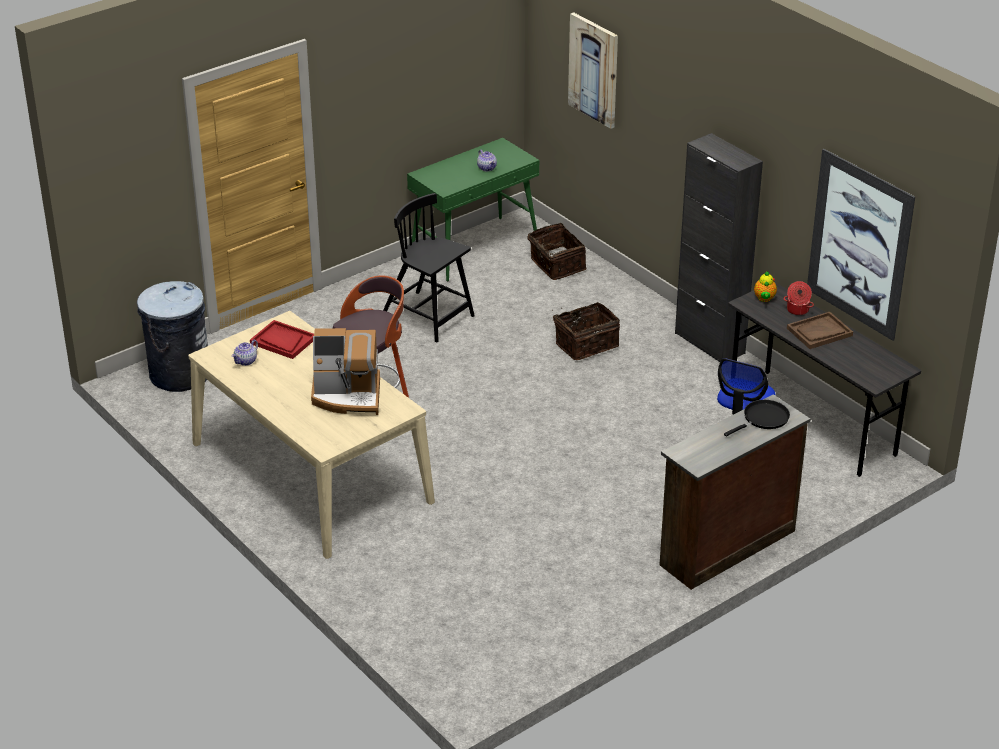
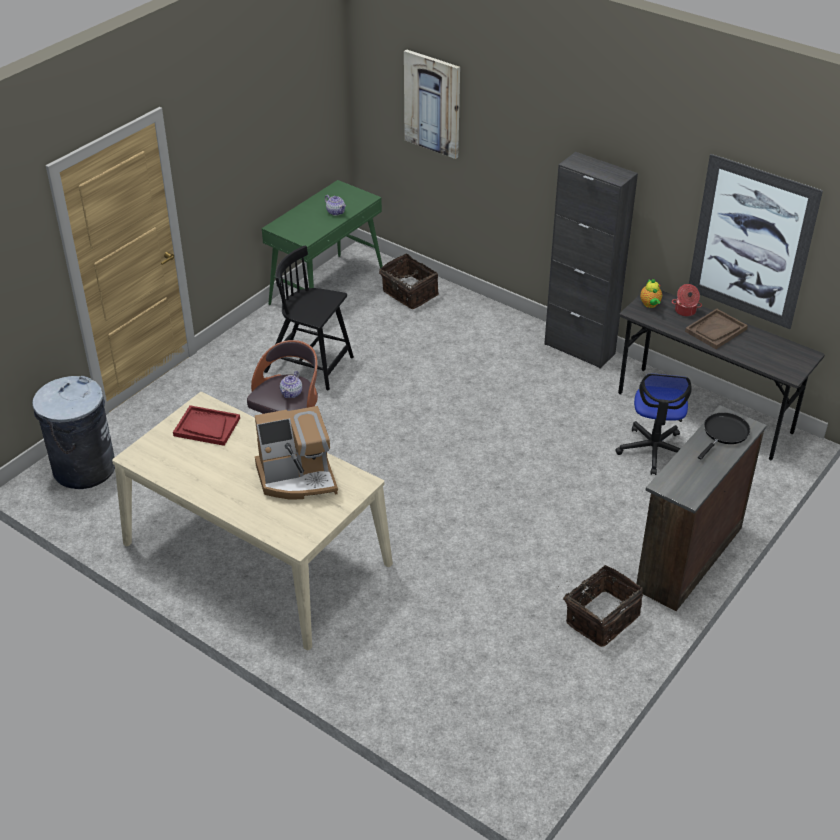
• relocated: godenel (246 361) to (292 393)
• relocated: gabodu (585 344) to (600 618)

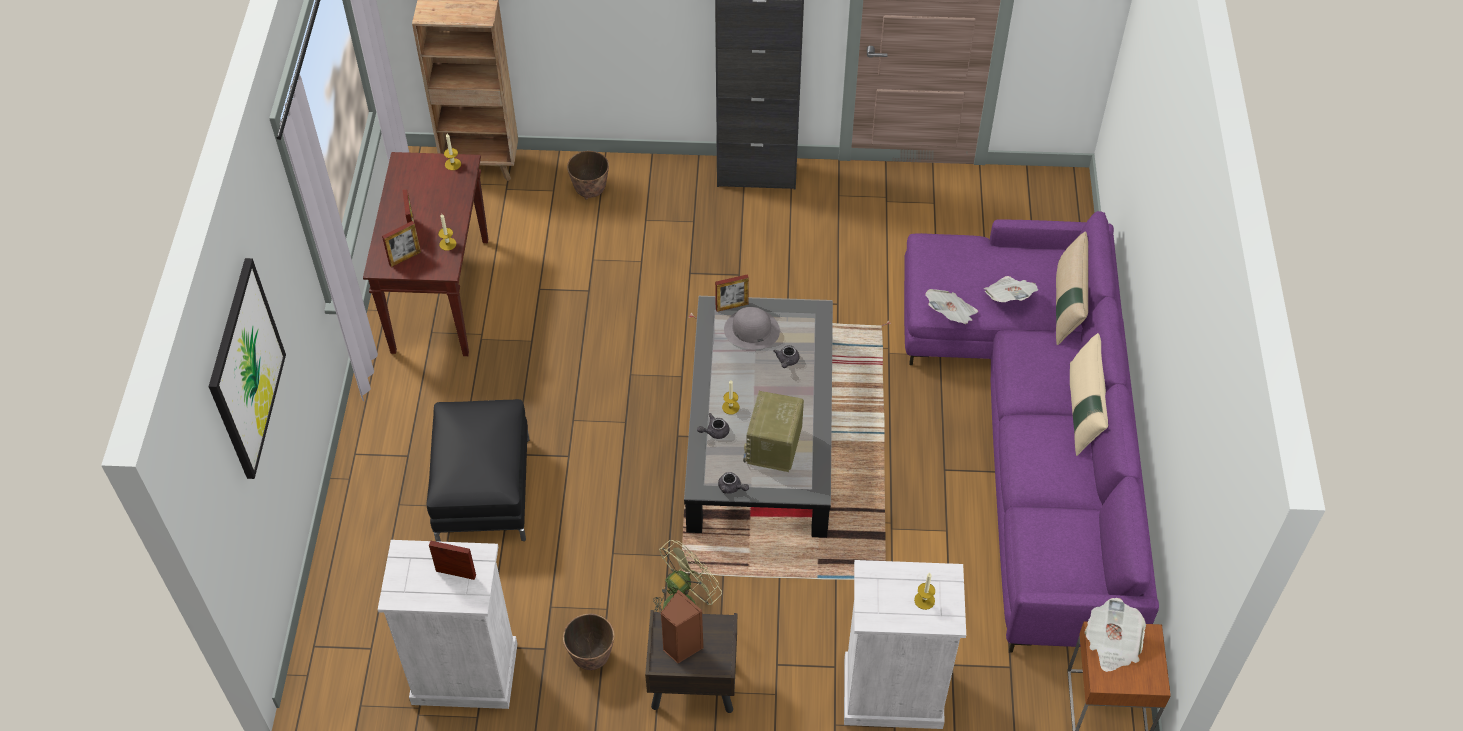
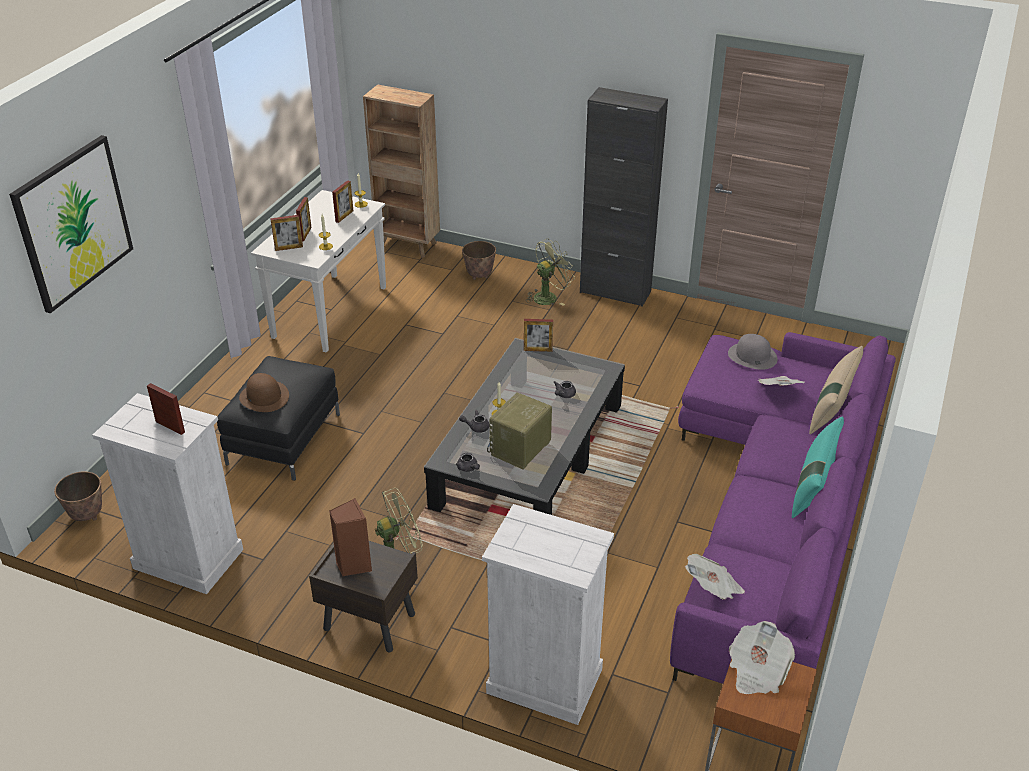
• relocated: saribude (591 658) to (87 515)
• appeared: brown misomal (264 397)
• colour: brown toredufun (440 294) to white toredufun (330 312)
• appeared: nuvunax (344 216)
• appeared: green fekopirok (549 296)
• relocated: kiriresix (951 315) to (713 588)
• relocated: grey misomal (751 330) to (752 356)
• colour: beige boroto (1083 410) to turquoise boroto (813 486)
• missing: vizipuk (924 600)

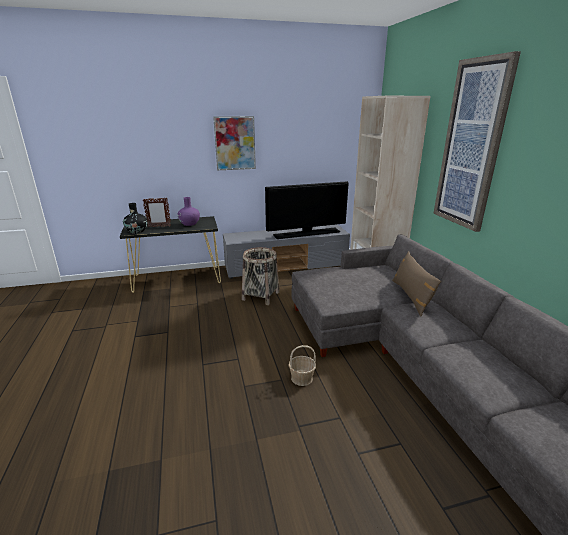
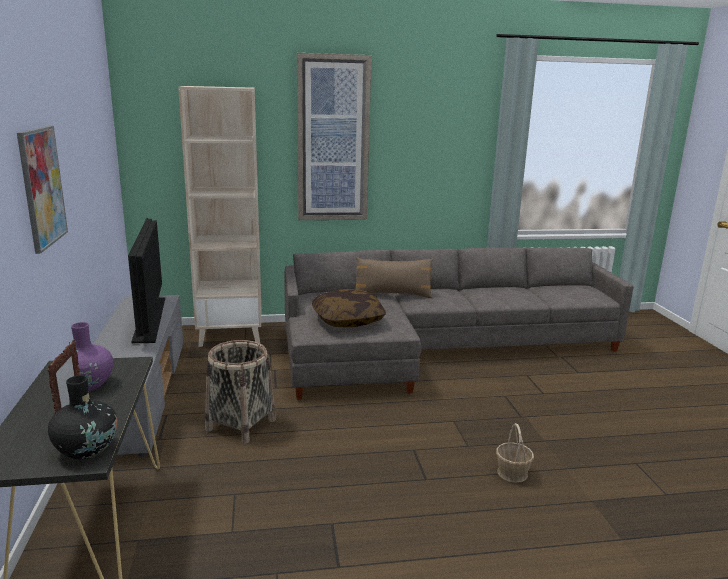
• appeared: boroto (348 320)
• relocated: gabodu (301 378) to (512 473)

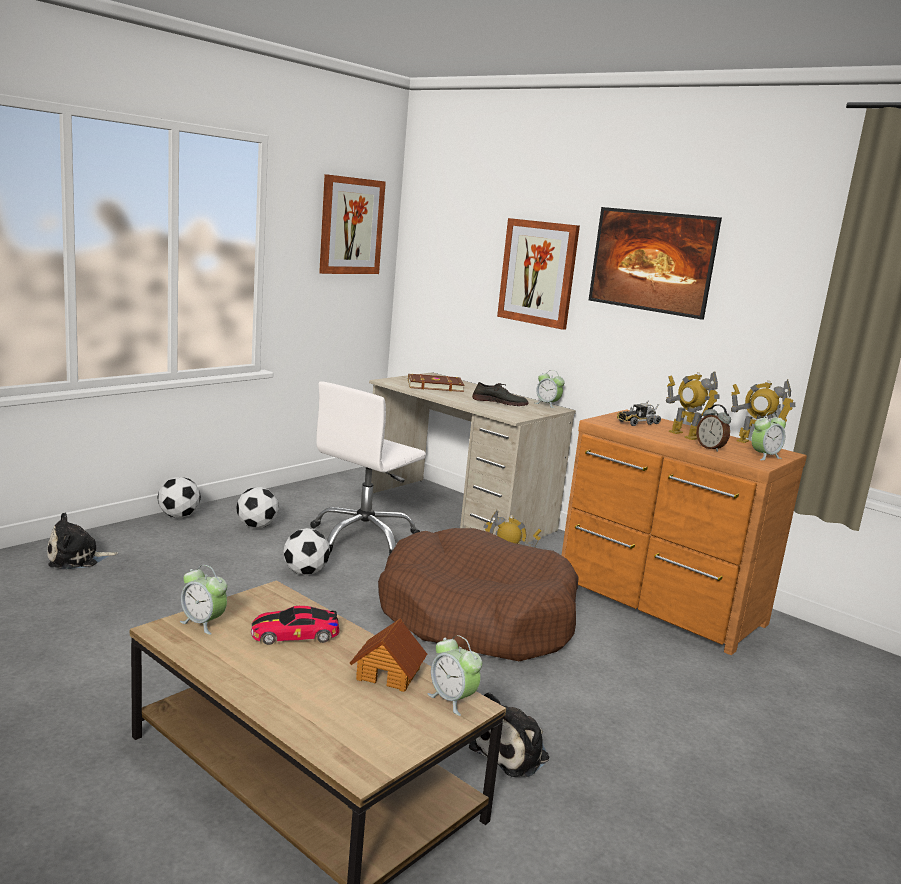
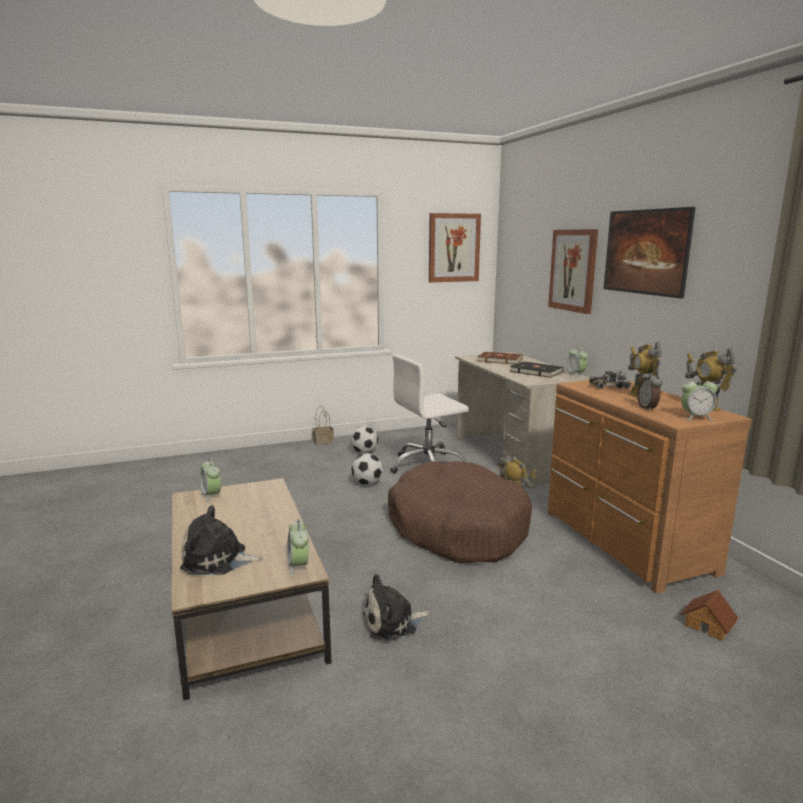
• relocated: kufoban (77 559) to (218 560)
• exchanged: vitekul (179 516) to gabodu (324 442)
• exchanged: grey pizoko (500 402) to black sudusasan (536 372)
• relocated: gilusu (388 673) to (708 625)
• missing: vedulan (295 634)

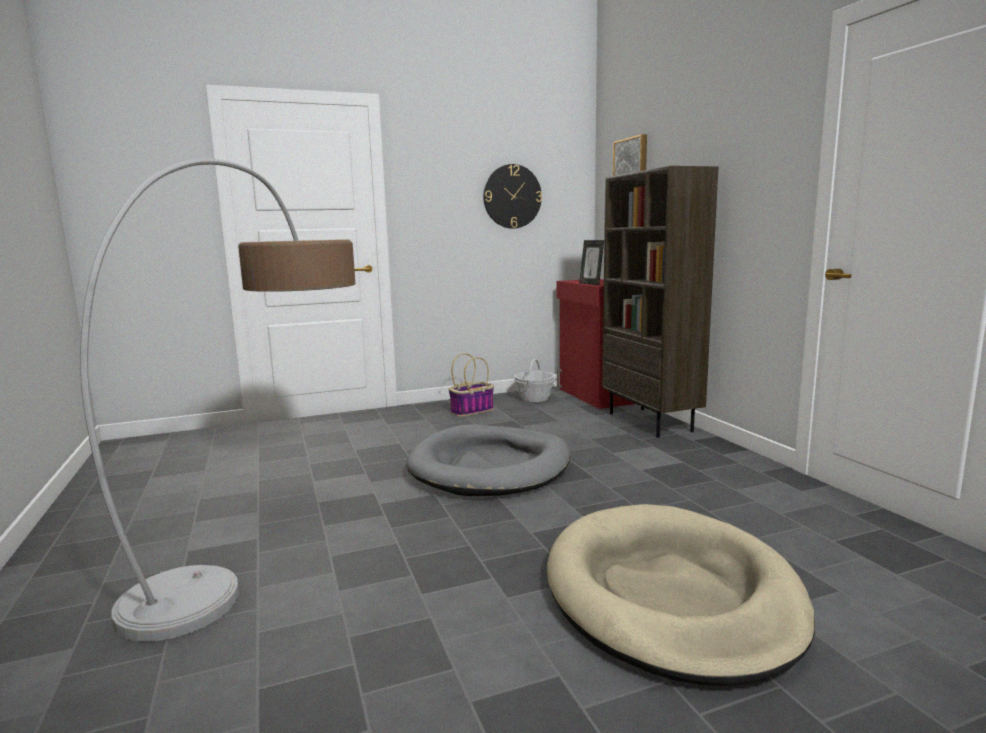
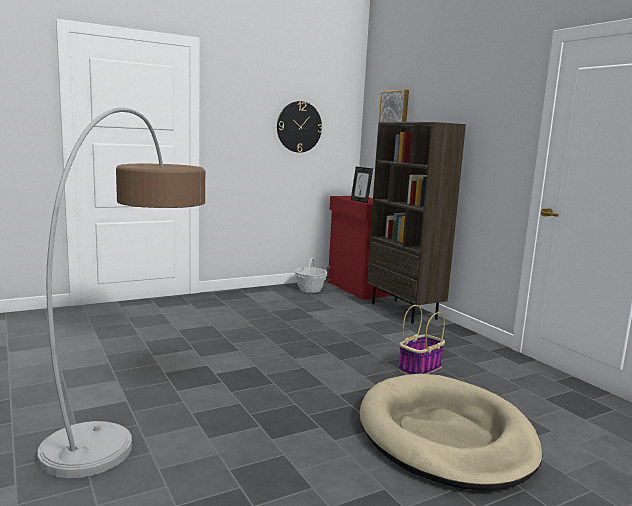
• relocated: gabodu (472 411) to (420 368)
• missing: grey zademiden (490 467)

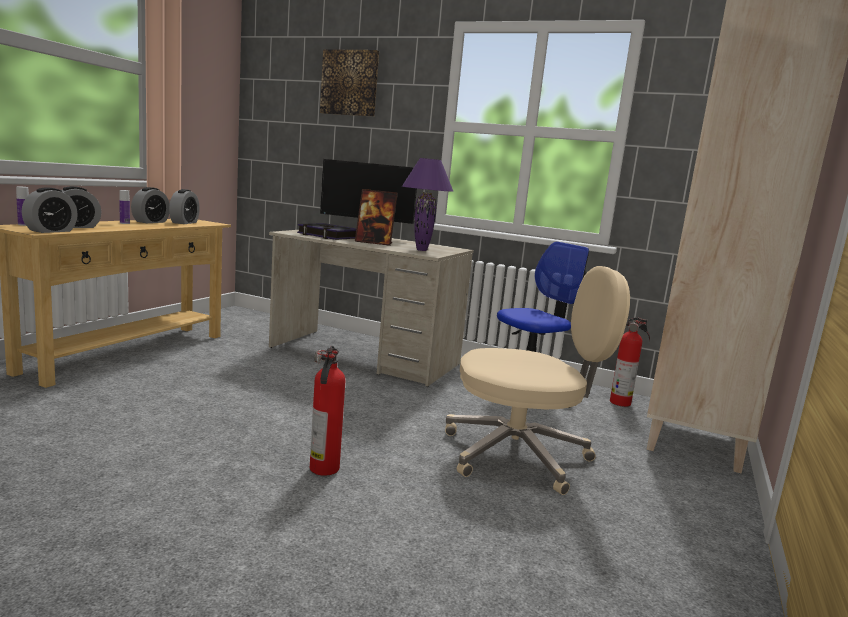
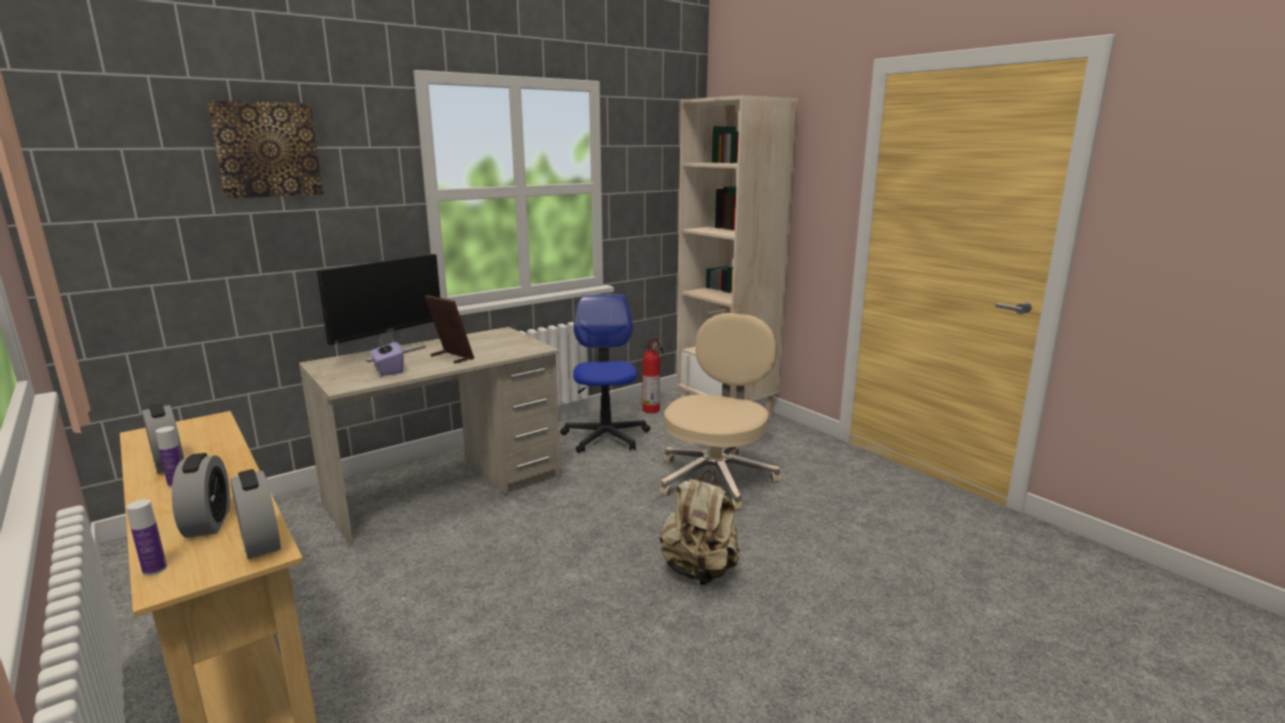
• exchanged: sudusasan (328 236) to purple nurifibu (388 370)
• spun: nuvunax (374 243) = (451 357) 90 degrees counterclockwise
• exchanged: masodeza (323 469) to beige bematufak (700 571)
• missing: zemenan (184 222)
• missing: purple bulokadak (422 250)

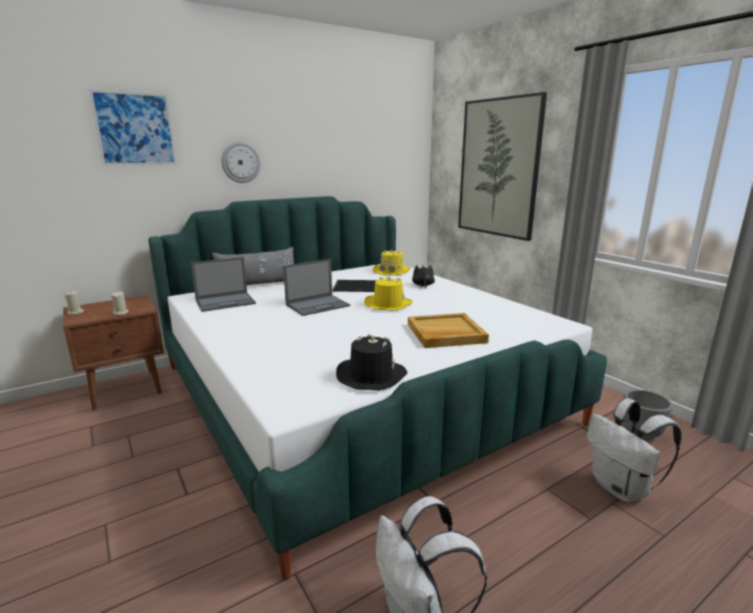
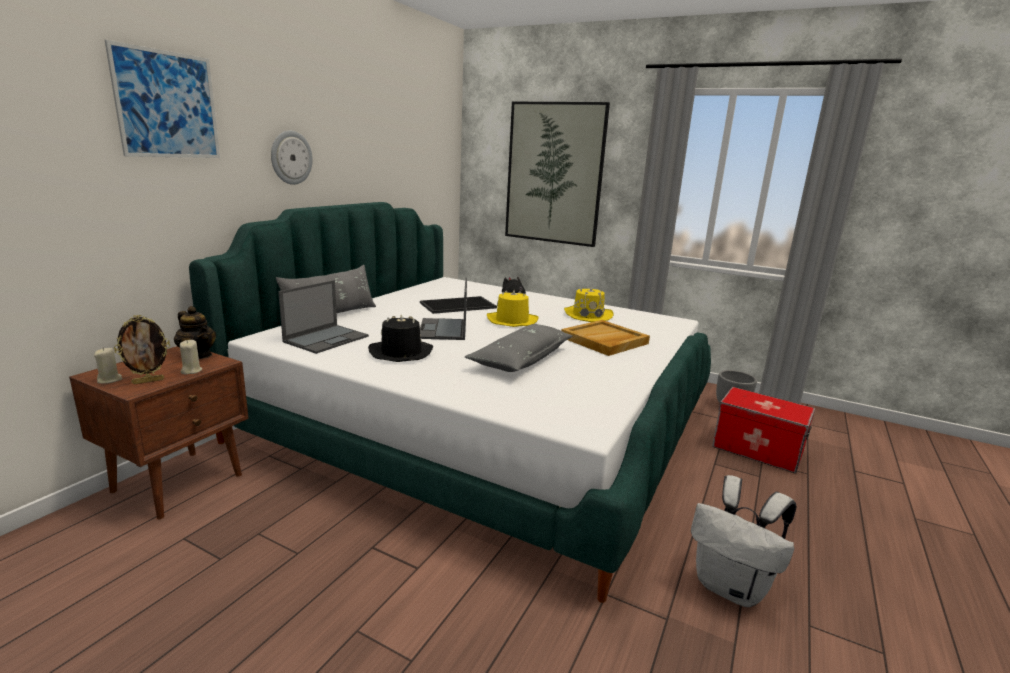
• appeared: nuvunax (148 381)
• appeared: godenel (198 355)
• relocated: black misomal (371 376) to (400 353)
• spun: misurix (318 305) = (443 329) 150 degrees clockwise
• appeared: grey boroto (521 359)
• relocated: yellow misomal (392 271) to (588 315)
• exchanged: white bematufak (621 489) to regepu (757 450)

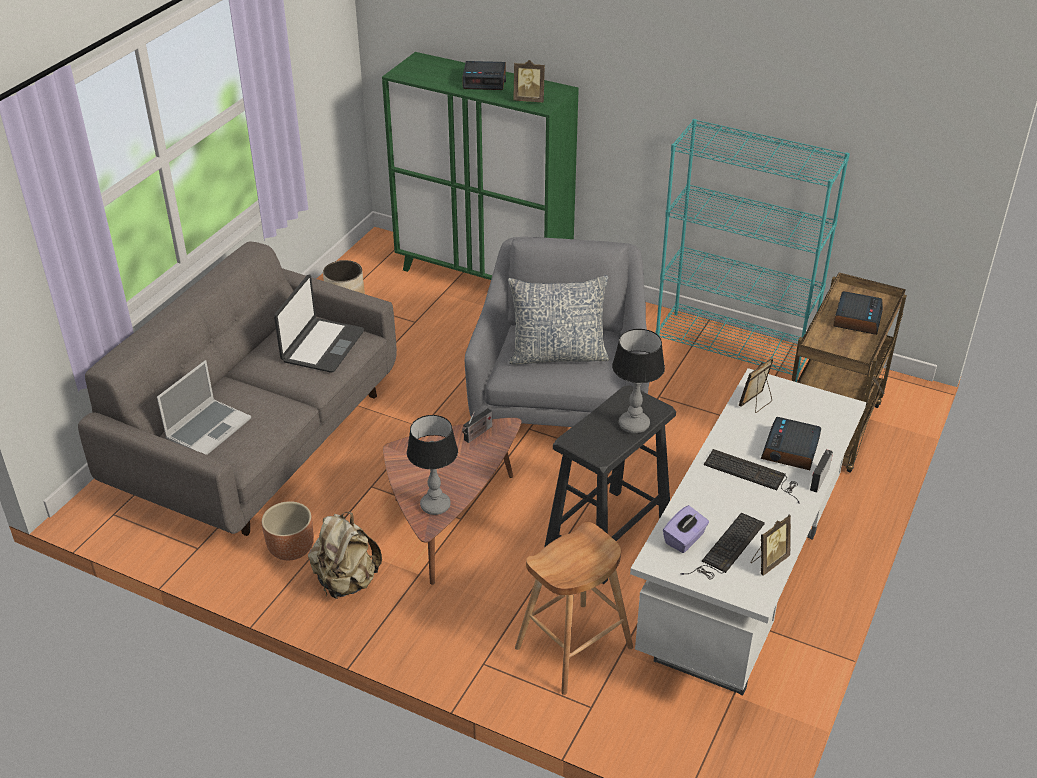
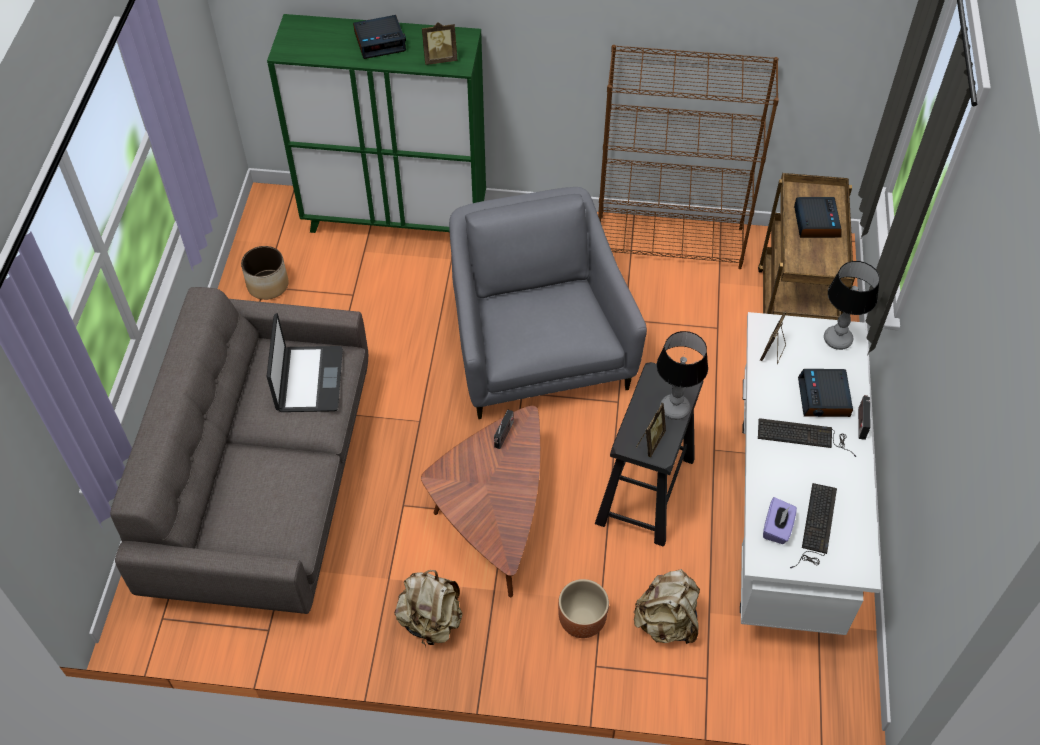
• relocated: brown saribude (292 548) to (582 620)
• colour: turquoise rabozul (734 347) to brown rabozul (670 241)
• exchanged: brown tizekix (574 647) to beige bematufak (666 622)
• relocated: nuvunax (768 561) to (649 441)
• relocated: bulokadak (436 505) to (838 339)
• missing: misurix (208 428)
• missing: boroto (558 355)

